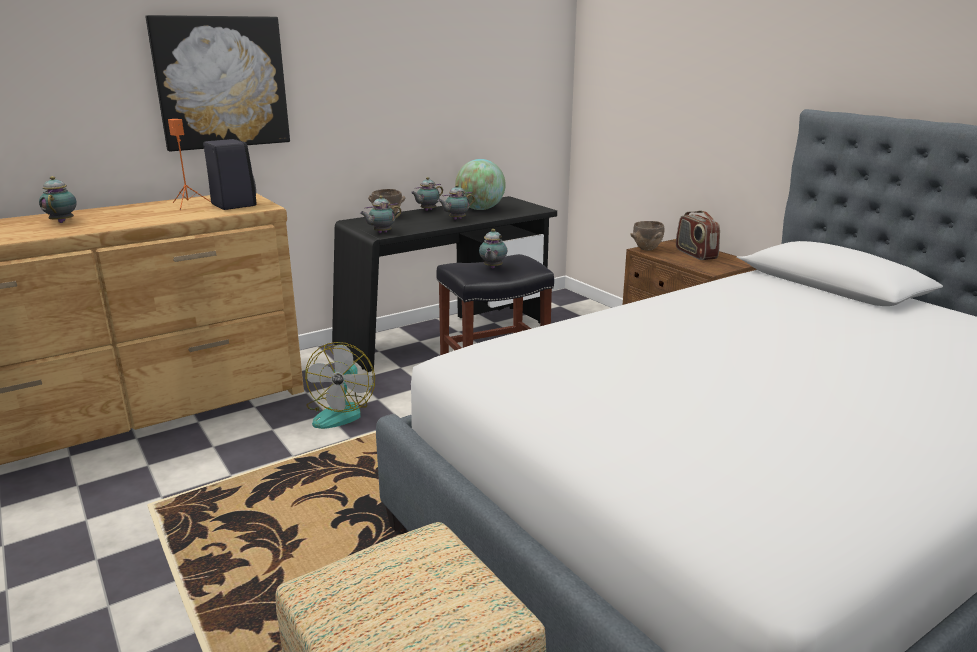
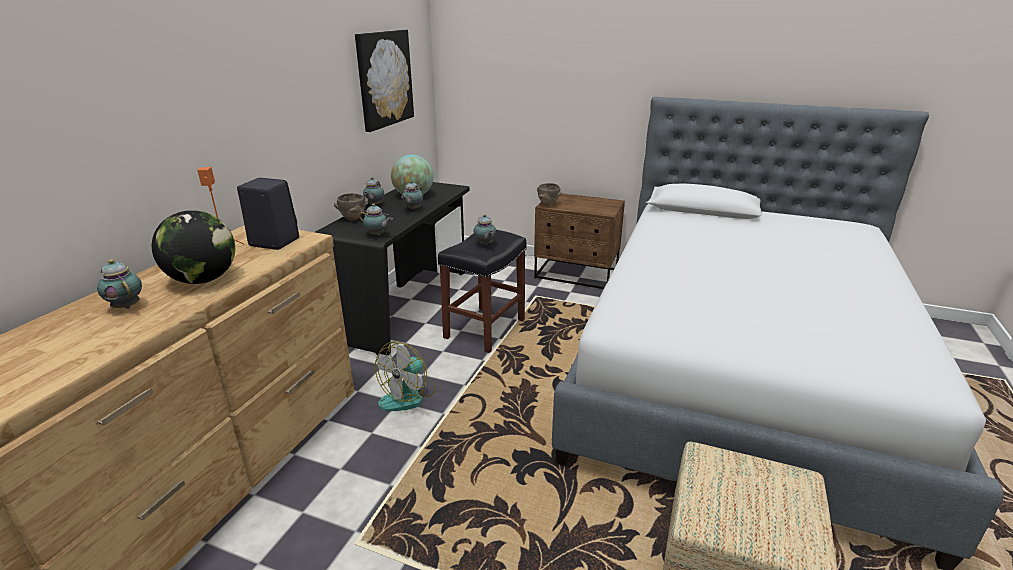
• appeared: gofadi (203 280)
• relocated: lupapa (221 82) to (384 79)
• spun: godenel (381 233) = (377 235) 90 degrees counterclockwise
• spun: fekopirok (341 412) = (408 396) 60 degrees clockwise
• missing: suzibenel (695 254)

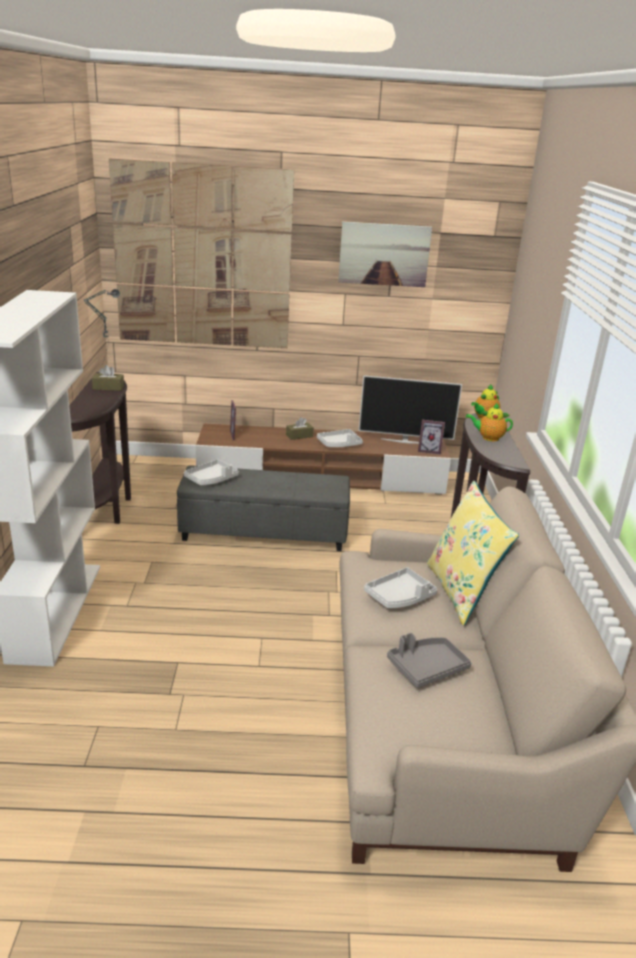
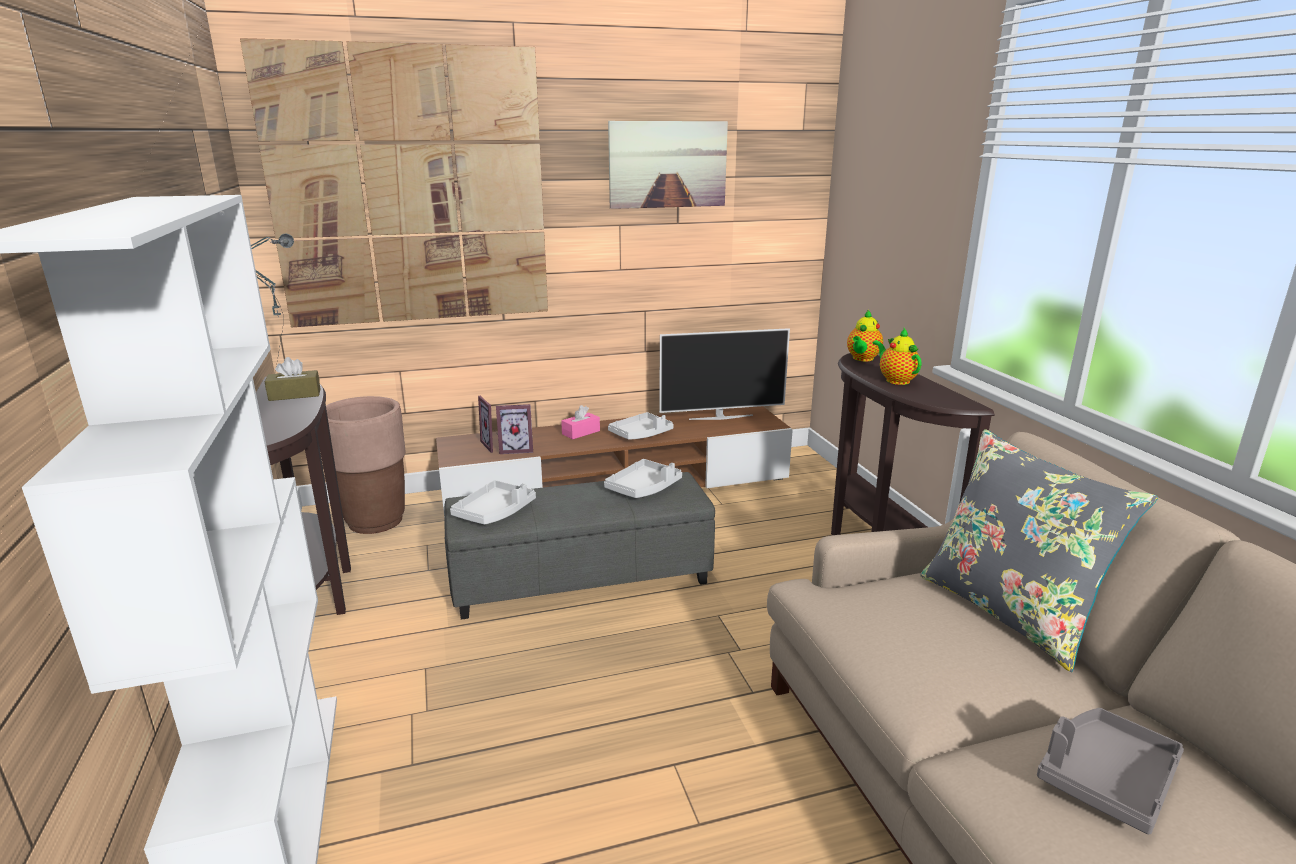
• appeared: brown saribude (375 521)
• relocated: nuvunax (429 450) to (516 449)
• colour: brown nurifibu (299 436) to pink nurifibu (581 432)
• relocated: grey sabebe (400 597) to (644 488)
• spun: godenel (488 438) = (895 380) 75 degrees clockwise
• colour: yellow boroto (461 591) to grey boroto (1009 611)

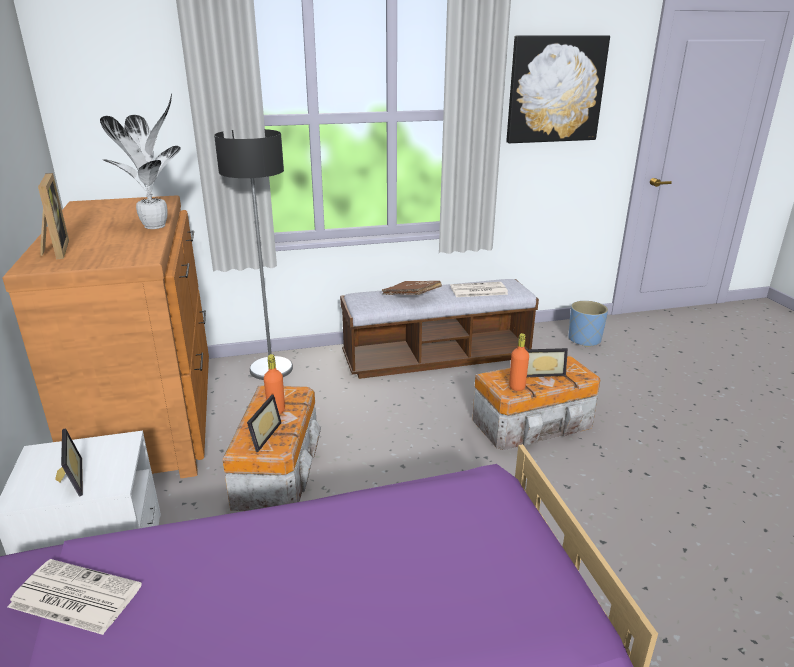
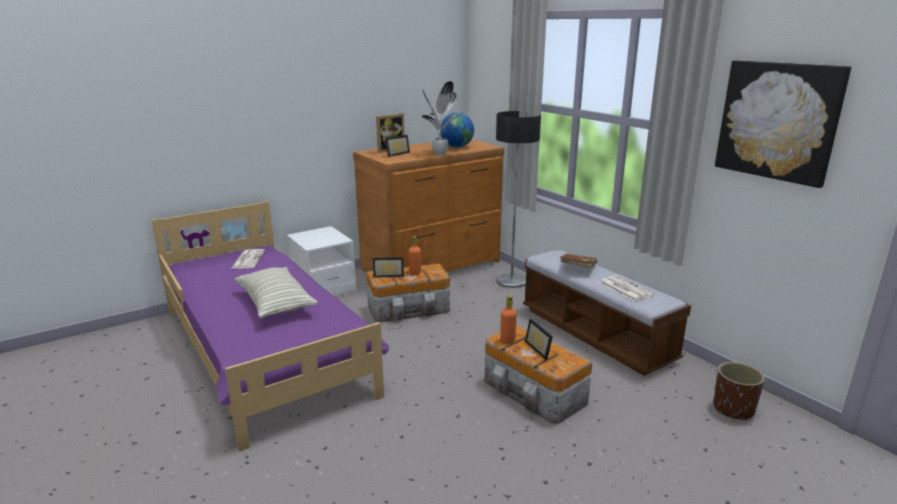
• appeared: boroto (275 304)
• relocated: nuvunax (69 479) to (396 154)
• appeared: gofadi (457 147)
• colour: blue saribude (584 340) to brown saribude (733 409)

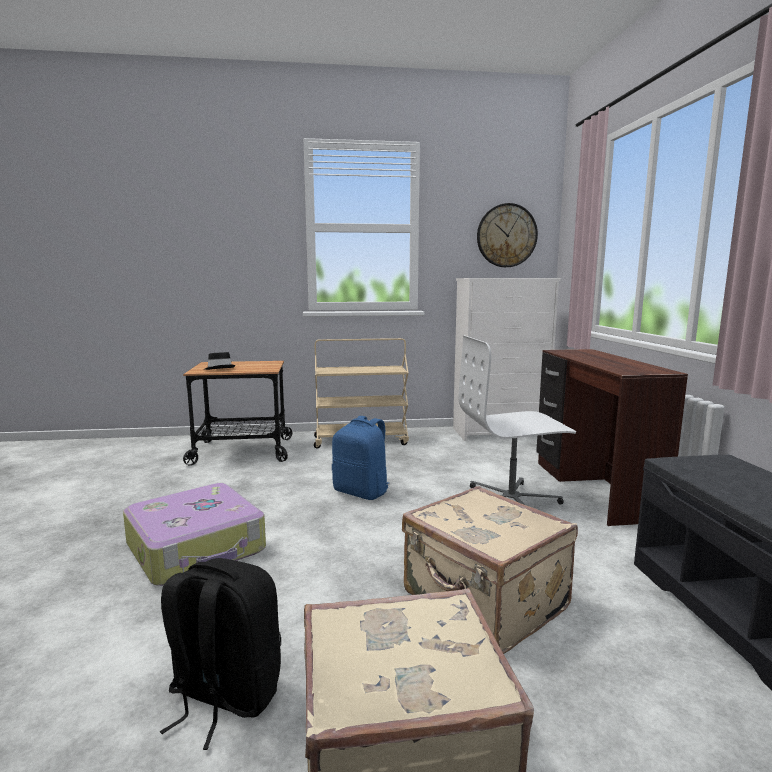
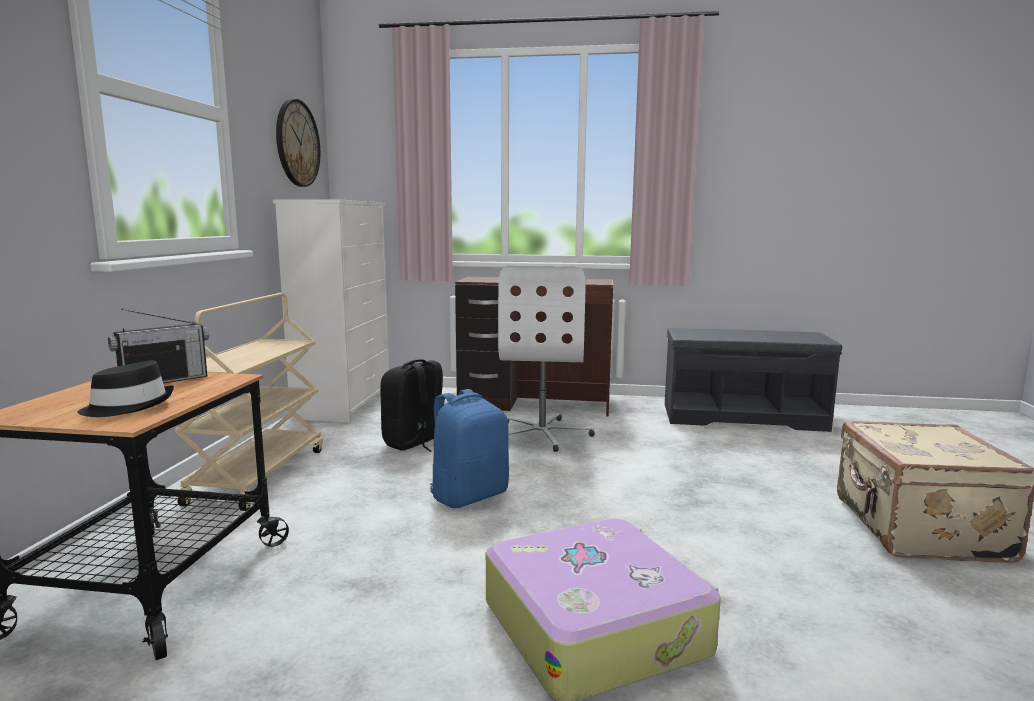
• appeared: suzibenel (164 381)
• relocated: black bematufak (224 697) to (414 443)
• missing: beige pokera (484 602)

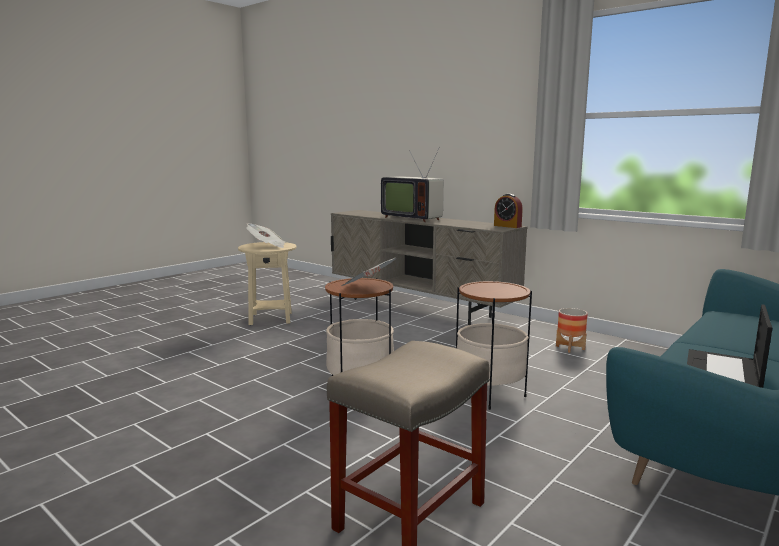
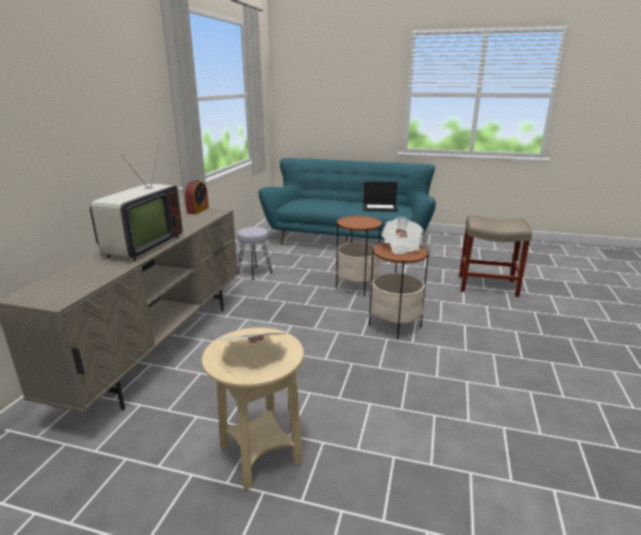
• exchanged: saribude (570 348) to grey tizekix (255 273)

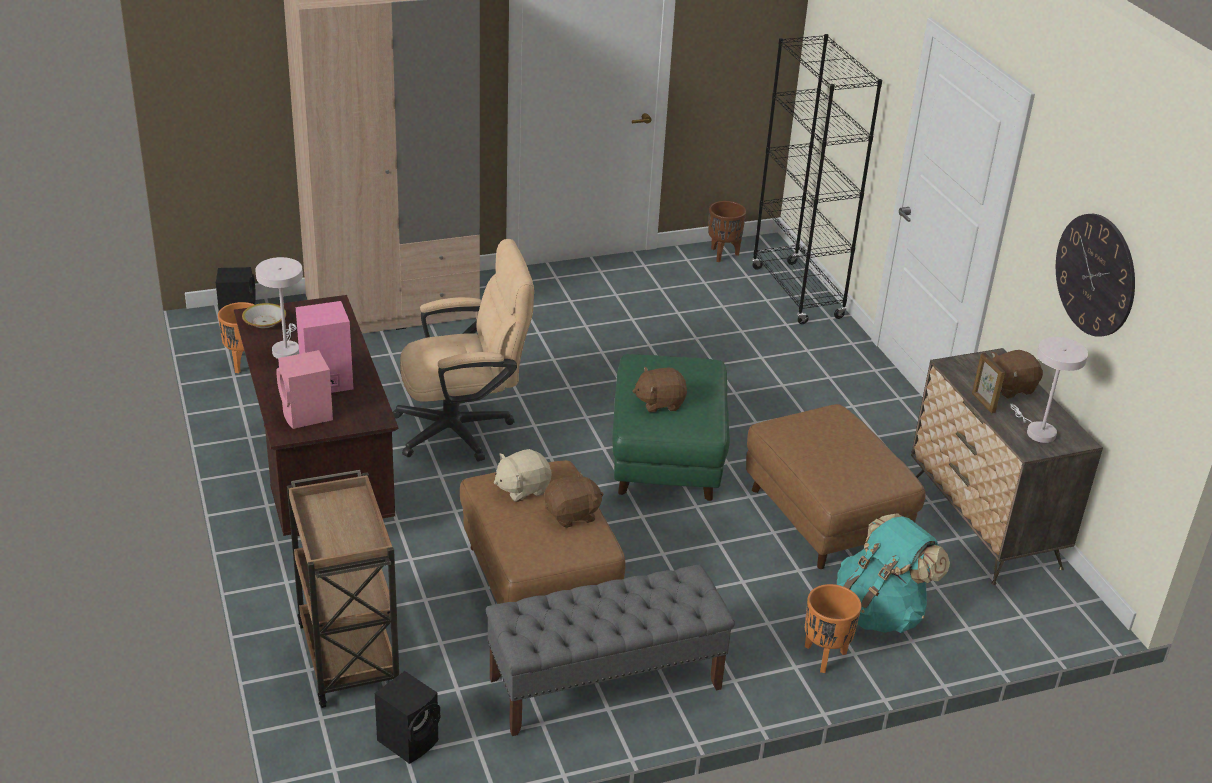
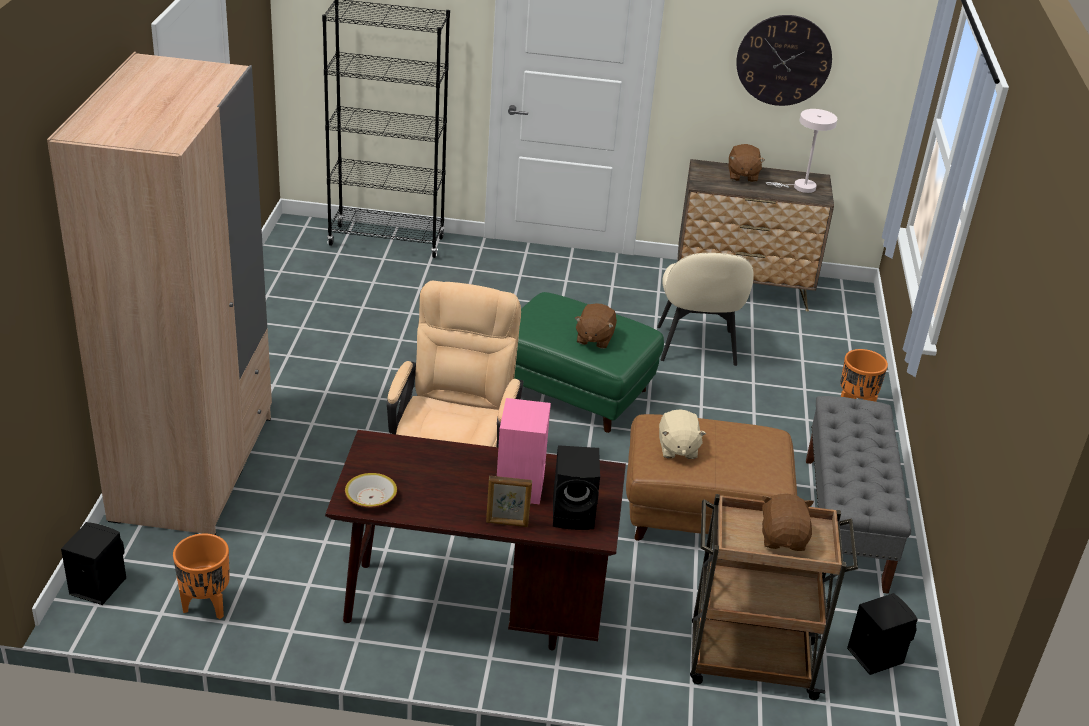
• relocated: nuvunax (983 403) to (507 523)
• colour: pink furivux (307 416) to black furivux (575 514)
• exchanged: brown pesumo (823 517) to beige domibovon (696 347)
• relocated: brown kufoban (572 515) to (783 538)
• missing: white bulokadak (286 349)
• missing: brown saribude (723 255)
• missing: turquoise bematufak (880 612)

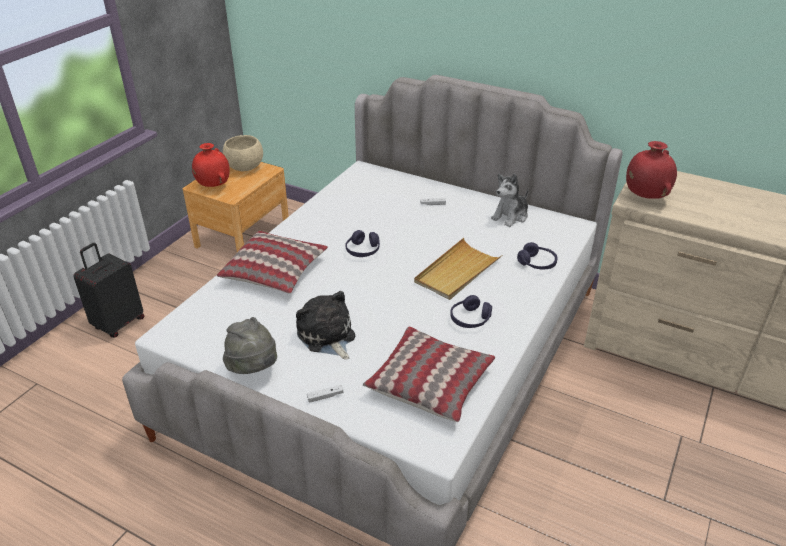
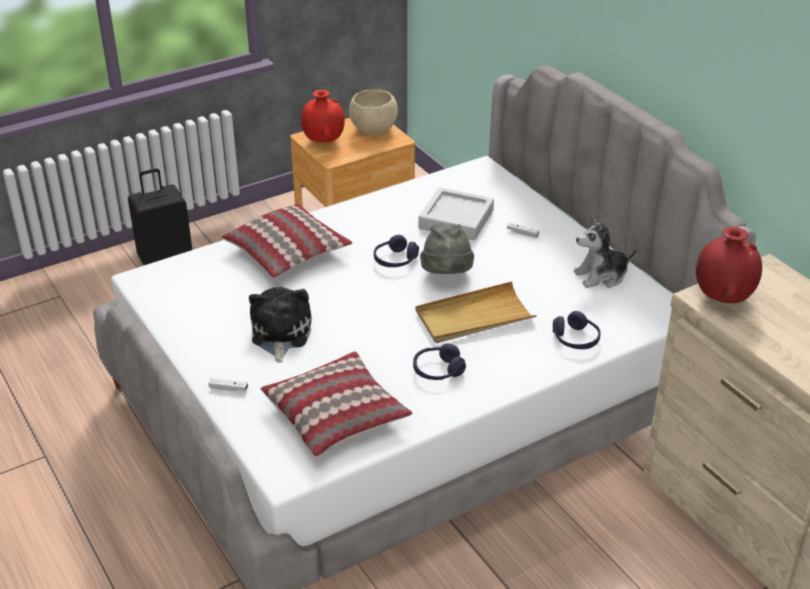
• appeared: grey sabebe (456 219)
• relocated: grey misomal (254 369) to (447 276)

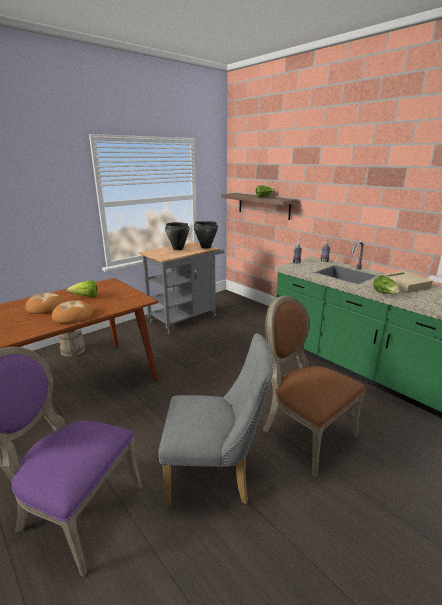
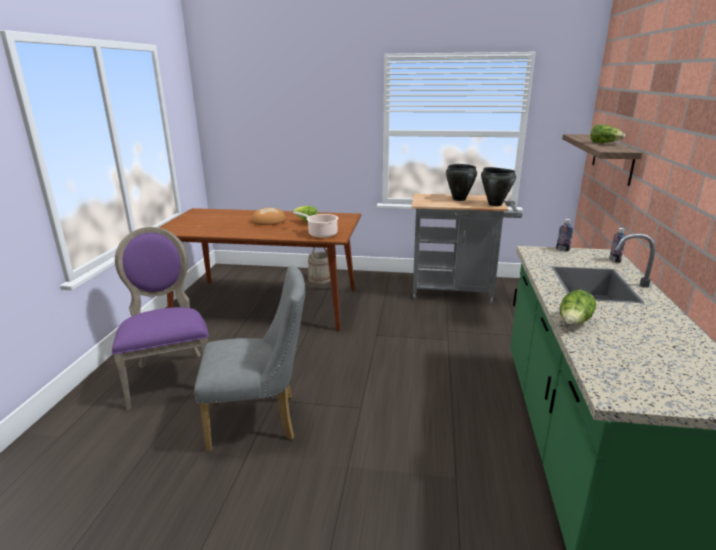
• spun: grey domibovon (216 474) = (260 420) 60 degrees counterclockwise
• appeared: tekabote (321 234)
• missing: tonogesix (73 315)
• missing: brown domibovon (304 433)
• missing: beige sabebe (404 285)

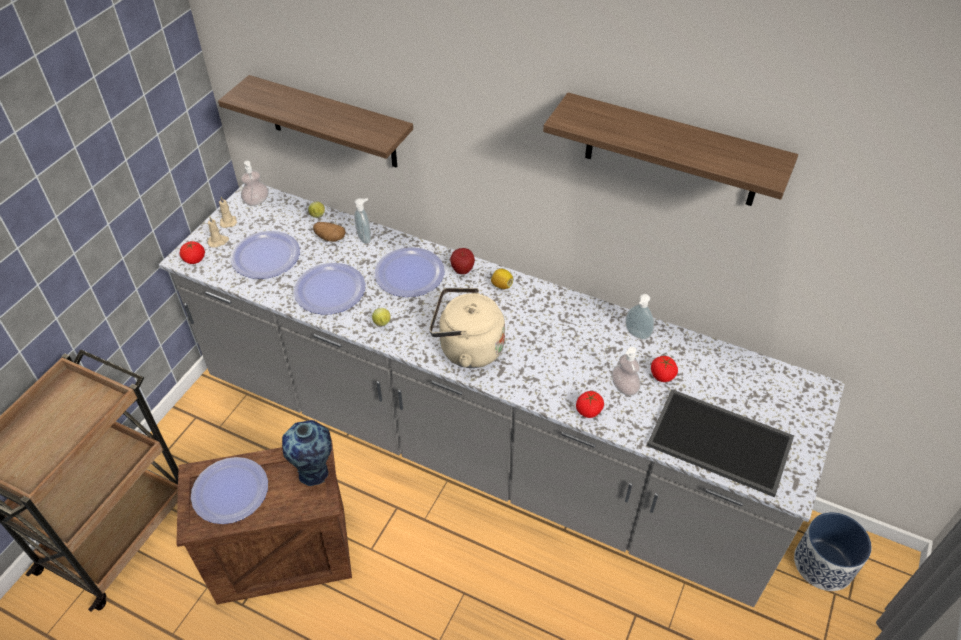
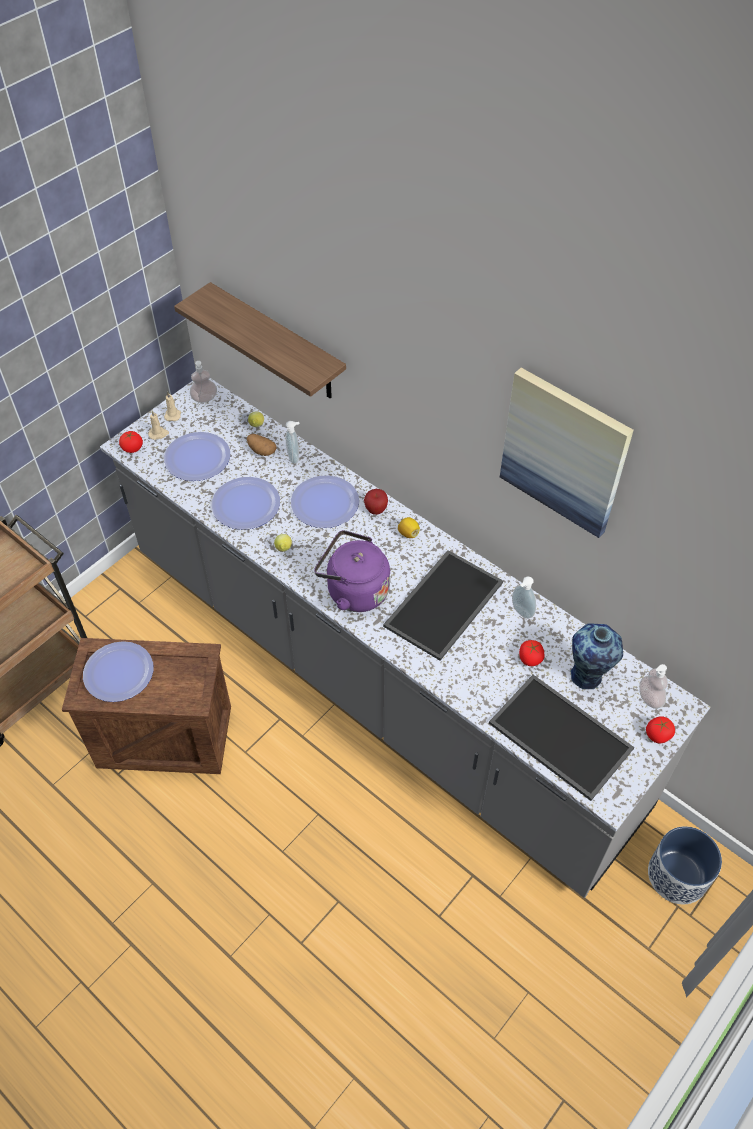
• colour: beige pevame (467 349) to purple pevame (354 591)
• appeared: sabebe (443 602)
• exchanged: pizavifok (672 151) to lupapa (564 452)
• relocated: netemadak (315 473) to (587 677)
• relocated: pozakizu (624 387) to (649 698)
• relocated: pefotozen (589 411) to (658 735)

